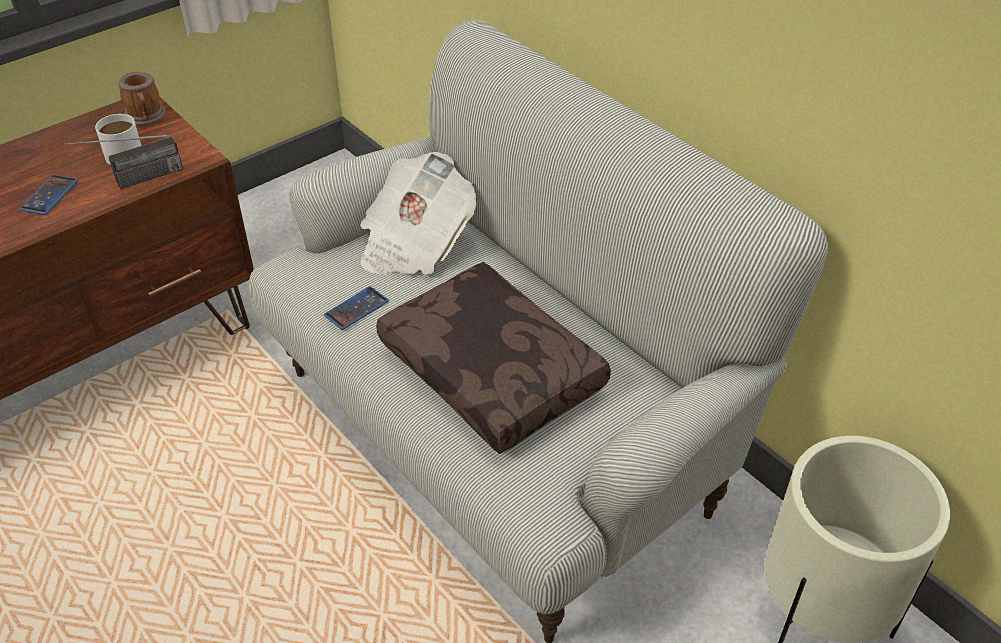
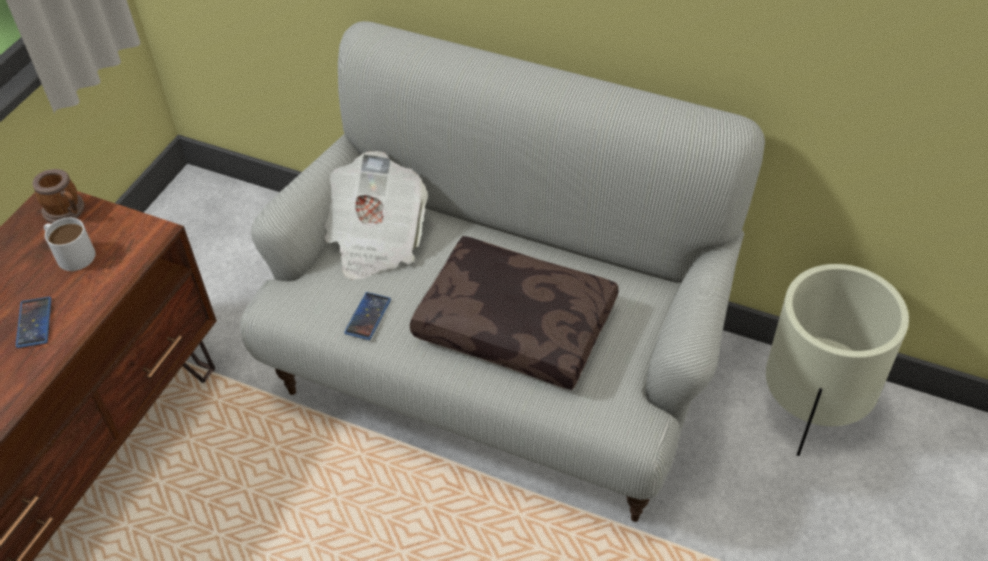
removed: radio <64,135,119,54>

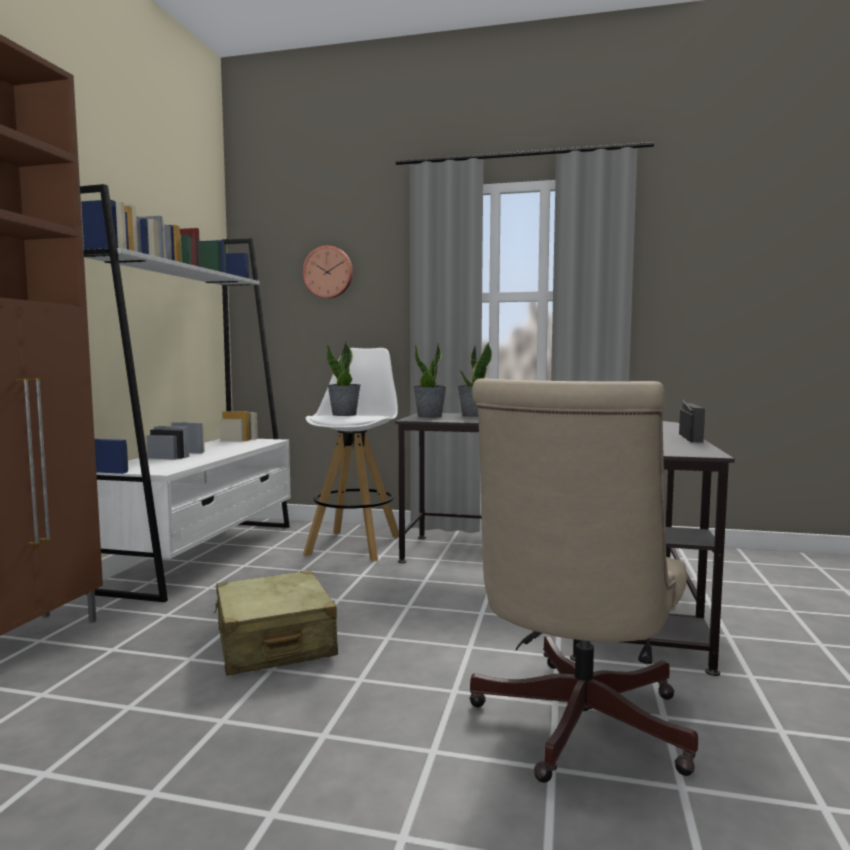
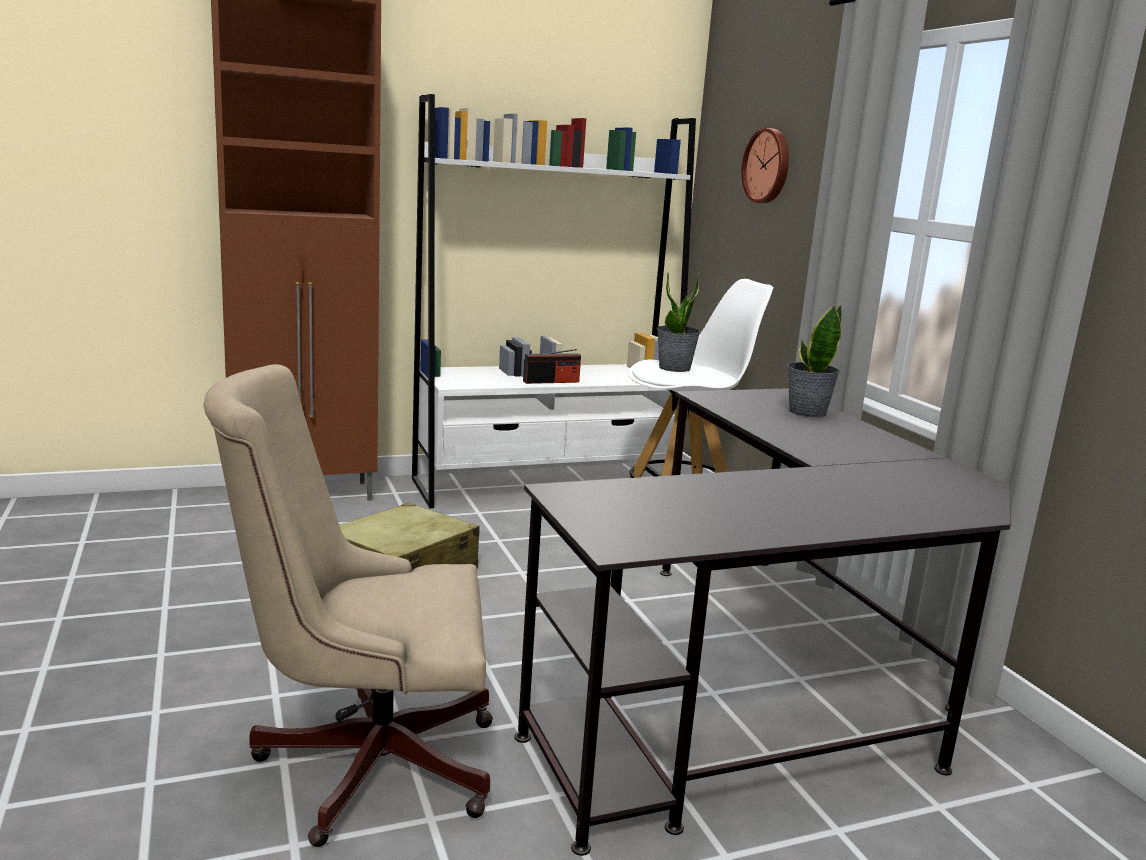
removed: planta en maceta <413,342,34,76>
moved: radio <679,398,26,45> to <523,349,58,35>

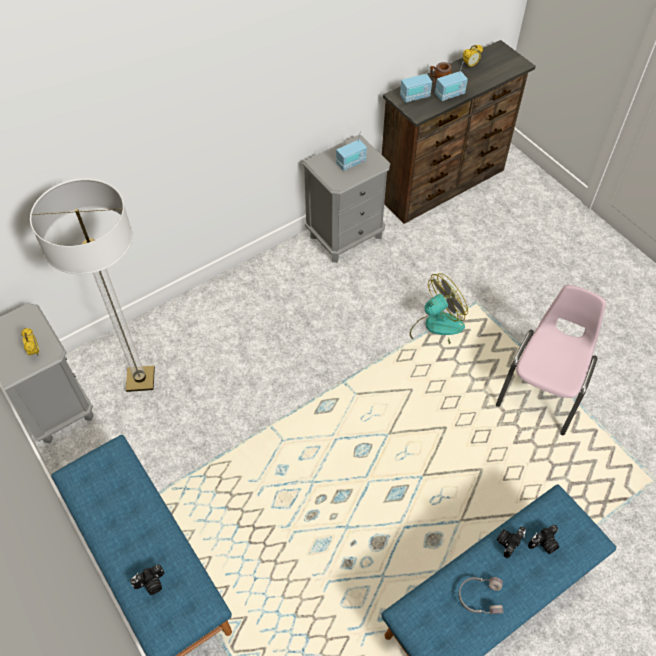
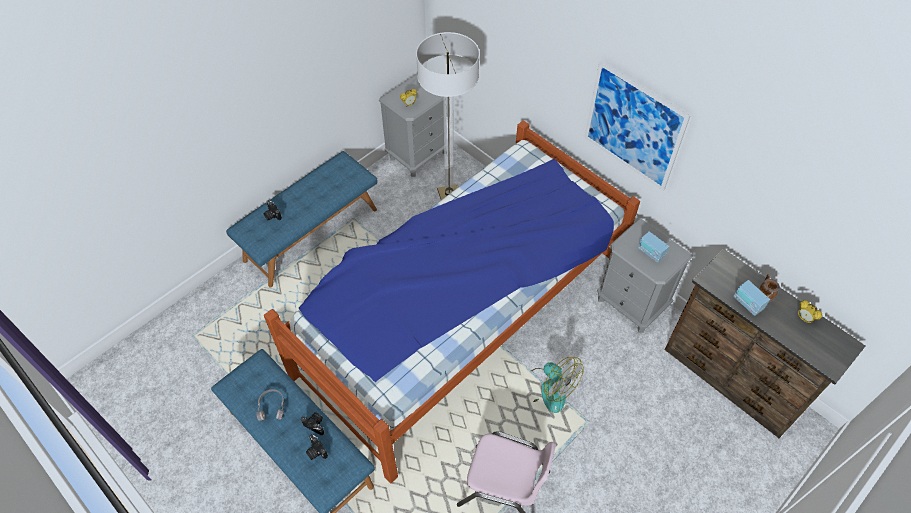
removed: radio <400,64,32,39>
added: cama <264,120,376,363>; cuadro <584,61,107,130>

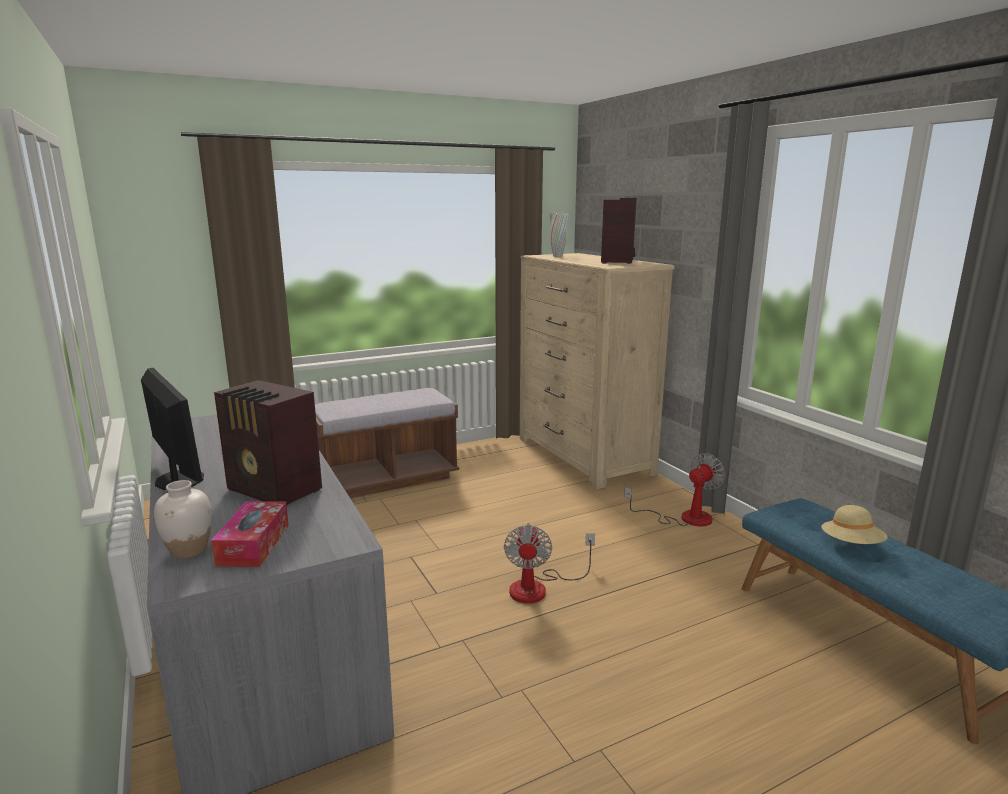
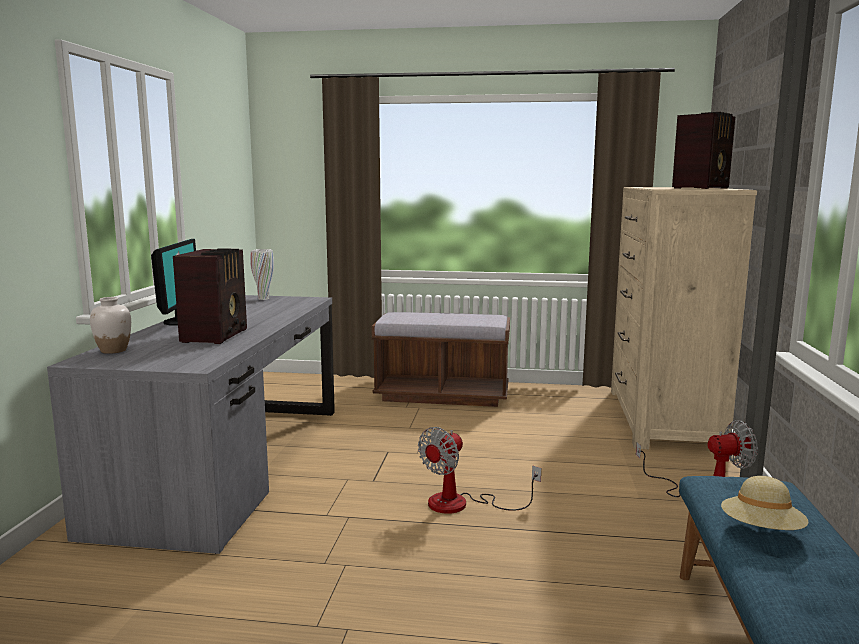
removed: caja de pañuelos <211,501,78,66>
moved: florero (blanco) <550,213,18,44> to <250,249,24,51>
turned: radio <214,380,108,126> = <173,248,74,96> 150 degrees counterclockwise

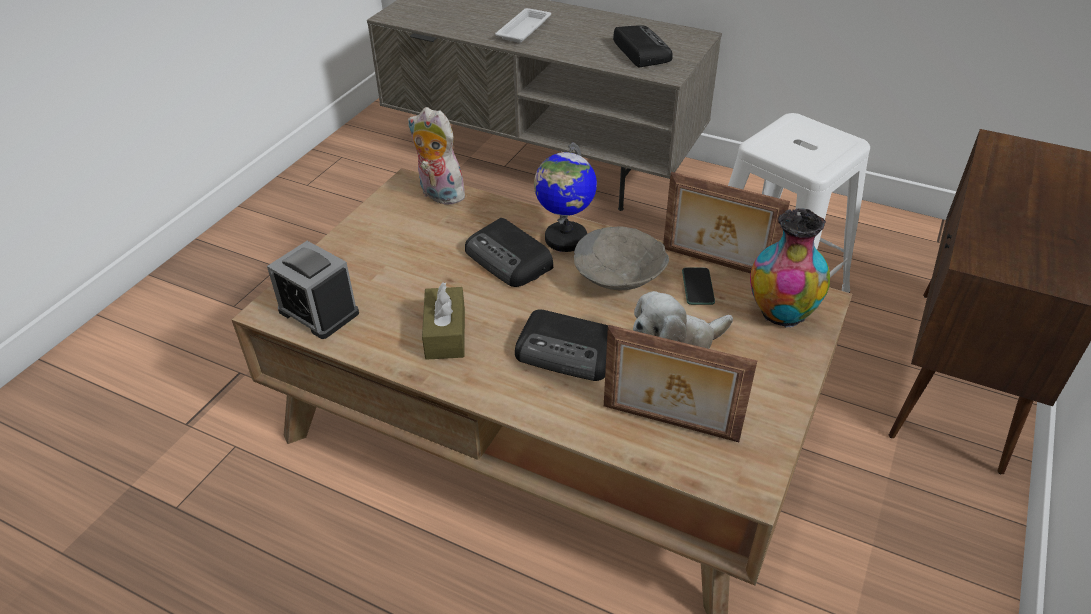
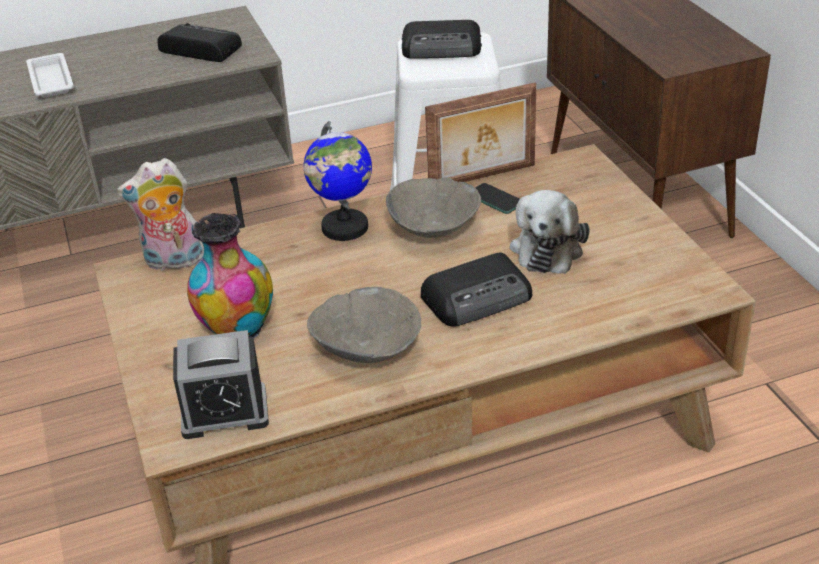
removed: portarretratos <604,325,153,117>
moved: florero <750,208,80,120> to <187,213,86,126>; radio <465,218,88,69> to <402,20,80,38>
replaced: caja de pañuelos (marrón) <422,282,43,78> to cuenco (gris) <307,287,114,76>

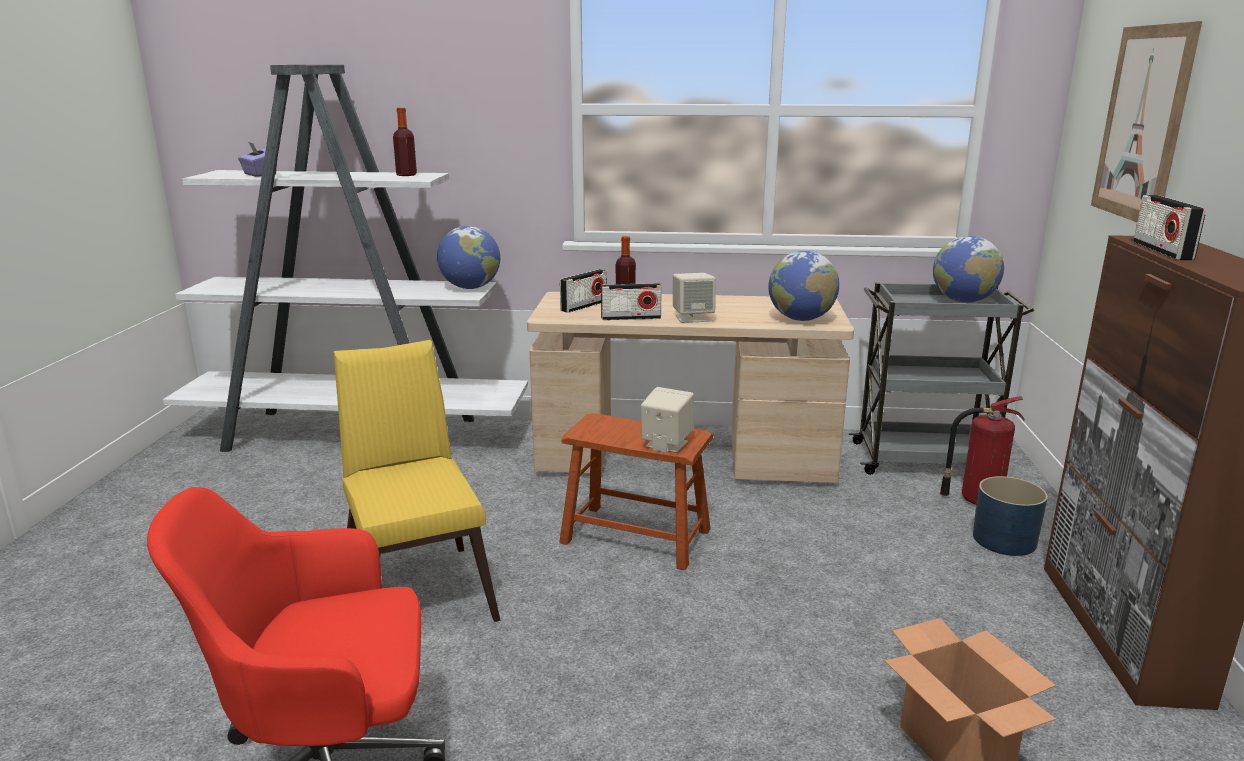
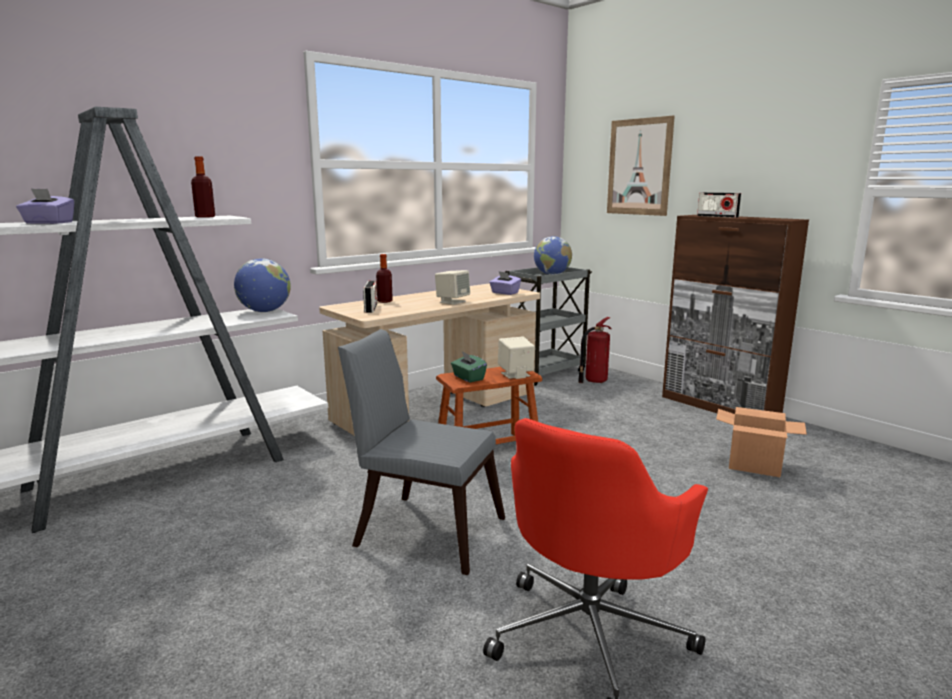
removed: radio <601,283,61,37>; maceta (azul) <973,476,75,80>
added: caja de pañuelos (verde) <451,351,36,31>
replaced: globo terráqueo <769,251,70,70> to caja de pañuelos (morado) <489,271,32,24>
recoloured: silla (amarillo) <334,340,166,282> to silla (gris) <338,329,167,246>

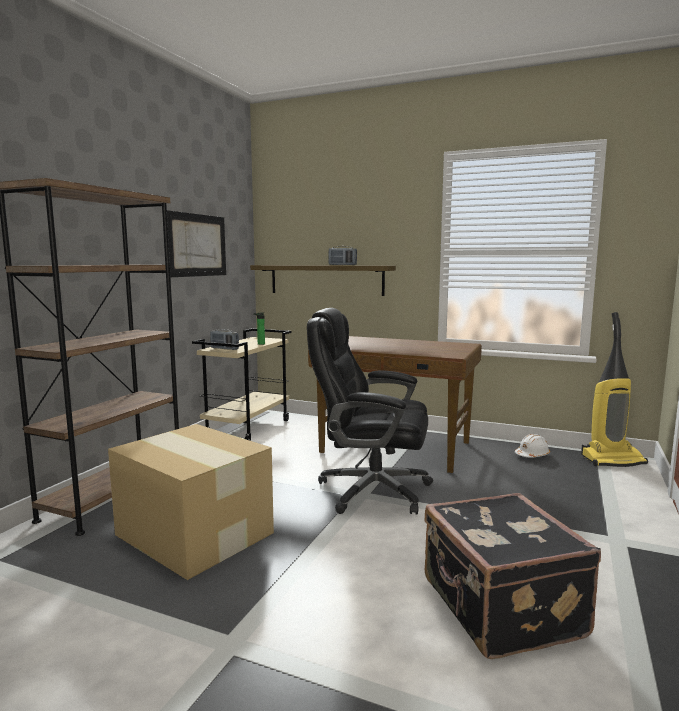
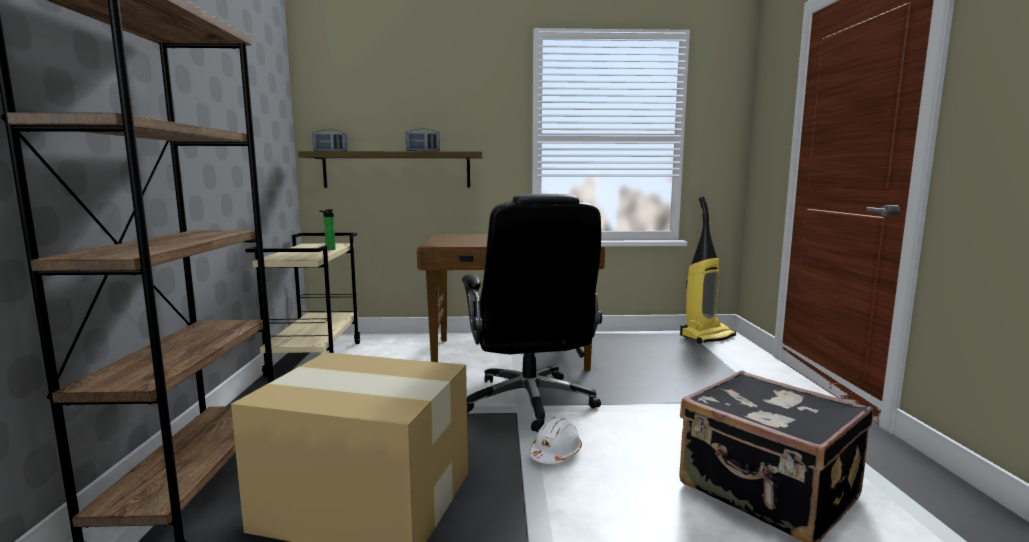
removed: cuadro <167,210,59,67>
moved: radio <210,329,29,21> to <312,129,36,22>; casco (blanco) <515,434,35,23> to <529,417,53,47>
turned: silla de oficina (negro) <307,308,126,207> = <462,194,140,239> 90 degrees counterclockwise

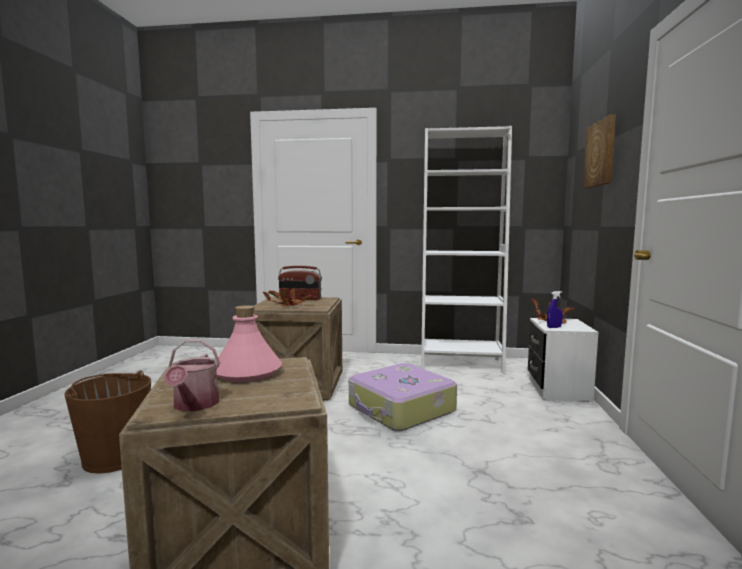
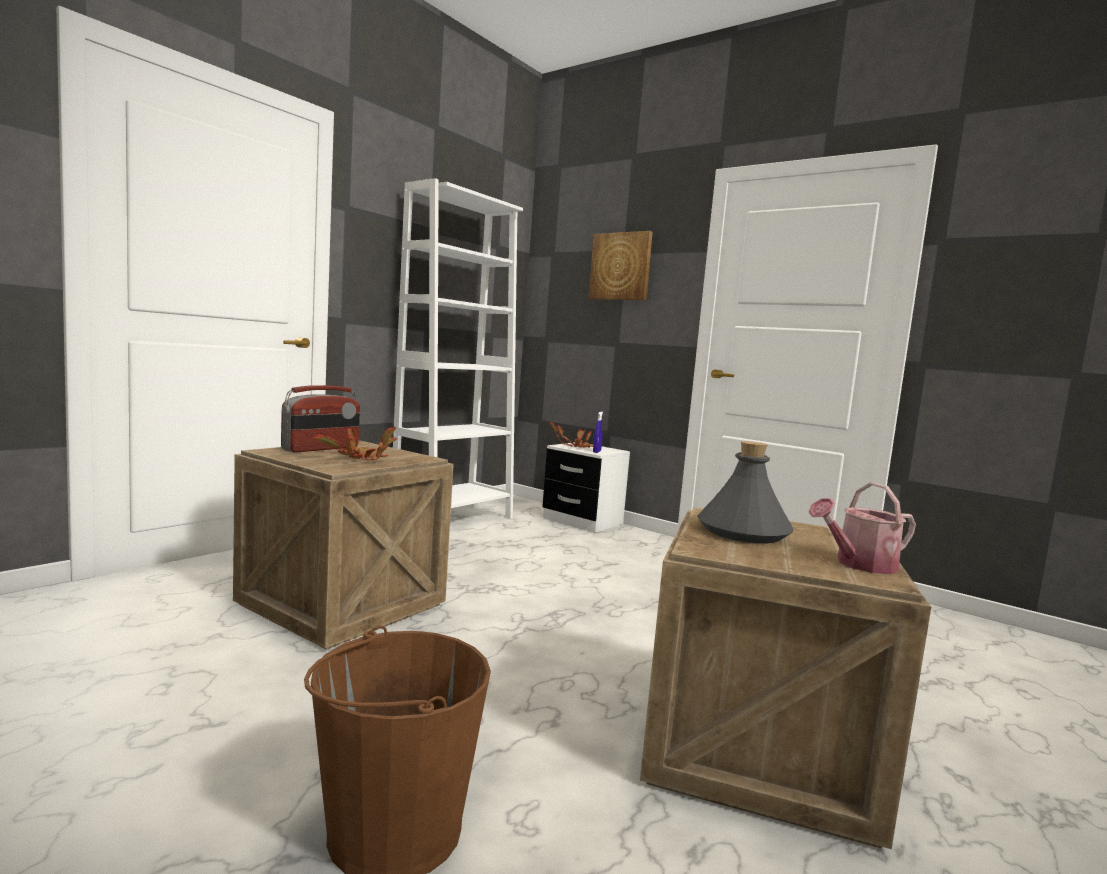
removed: maleta <349,363,108,68>
recoloured: botella (rosa) <216,305,66,77> to botella (gris) <697,441,96,102>
turned: regadera <164,339,56,72> = <809,482,107,92> 135 degrees clockwise

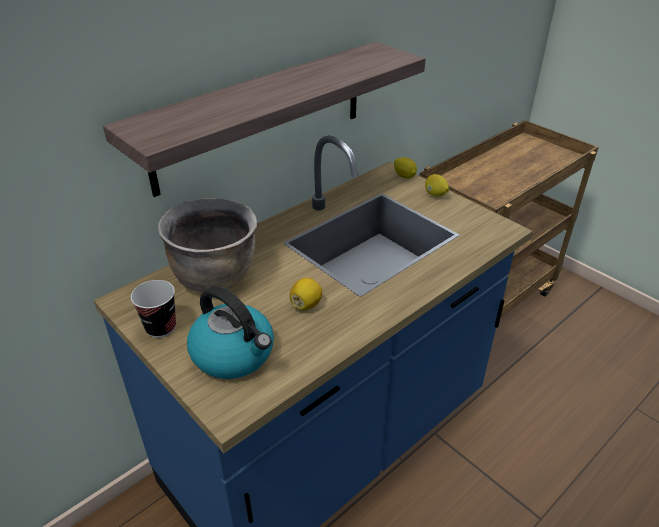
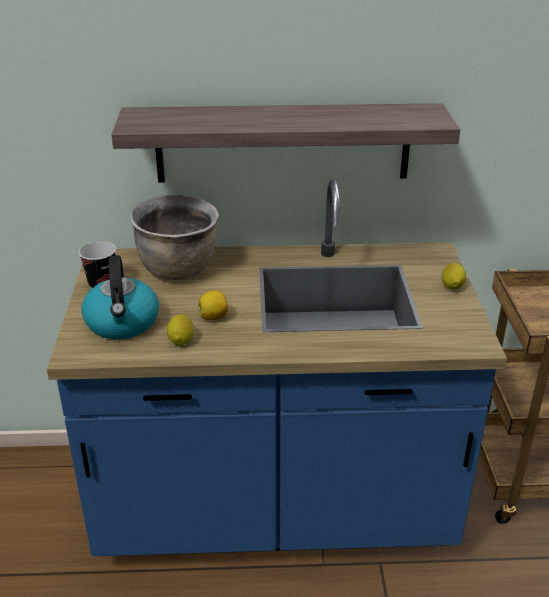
moved: limón <394,157,23,22> to <167,314,27,31>

